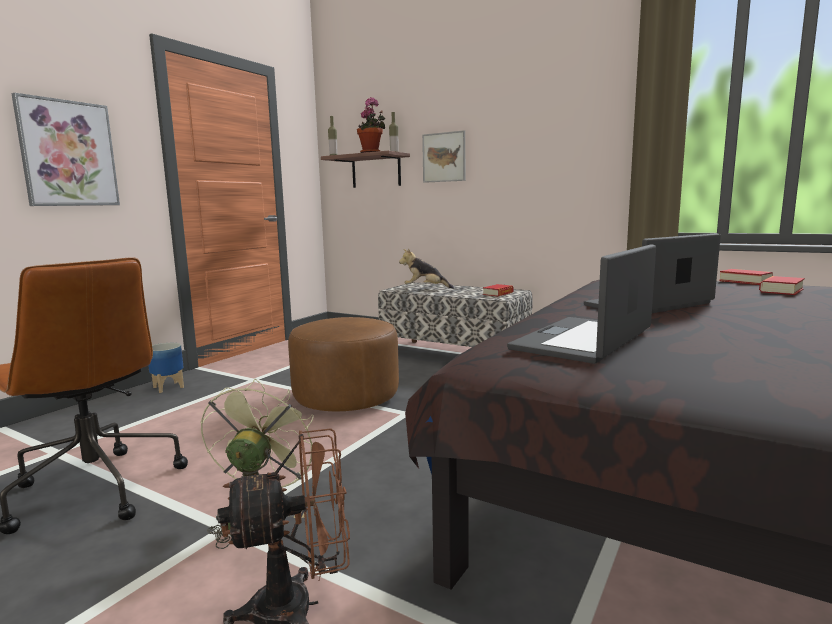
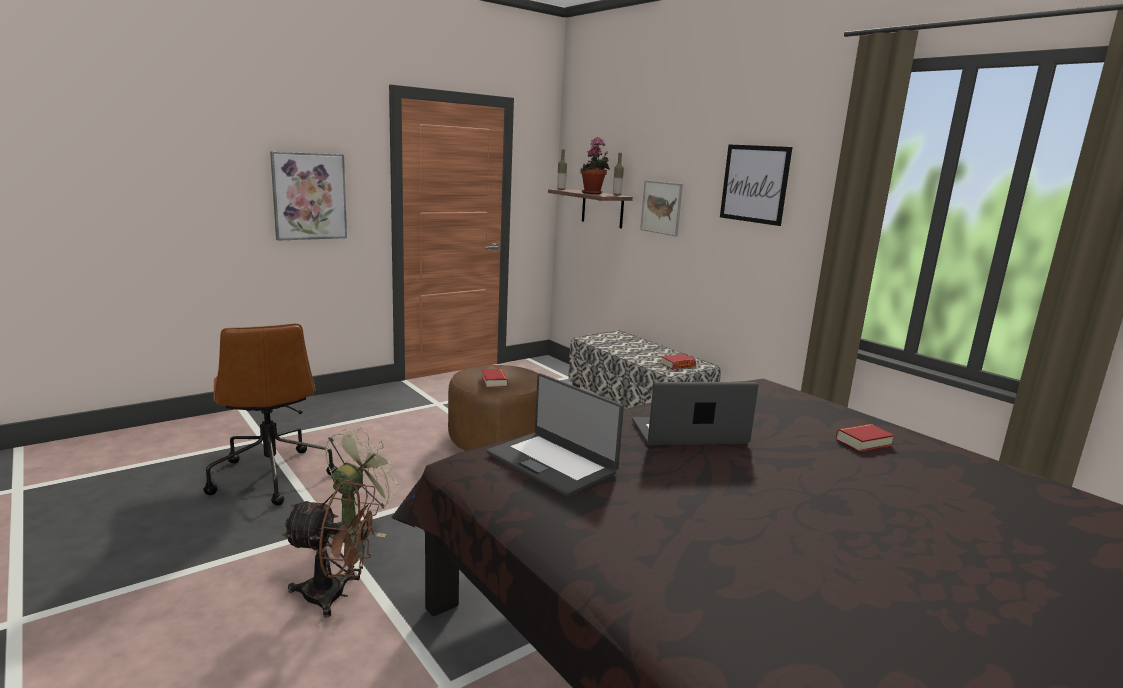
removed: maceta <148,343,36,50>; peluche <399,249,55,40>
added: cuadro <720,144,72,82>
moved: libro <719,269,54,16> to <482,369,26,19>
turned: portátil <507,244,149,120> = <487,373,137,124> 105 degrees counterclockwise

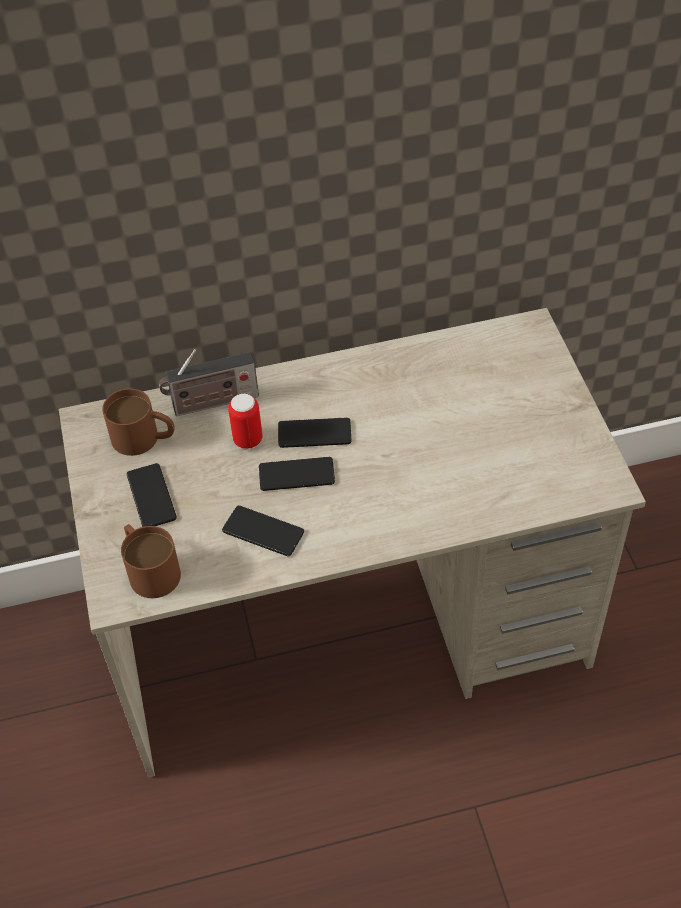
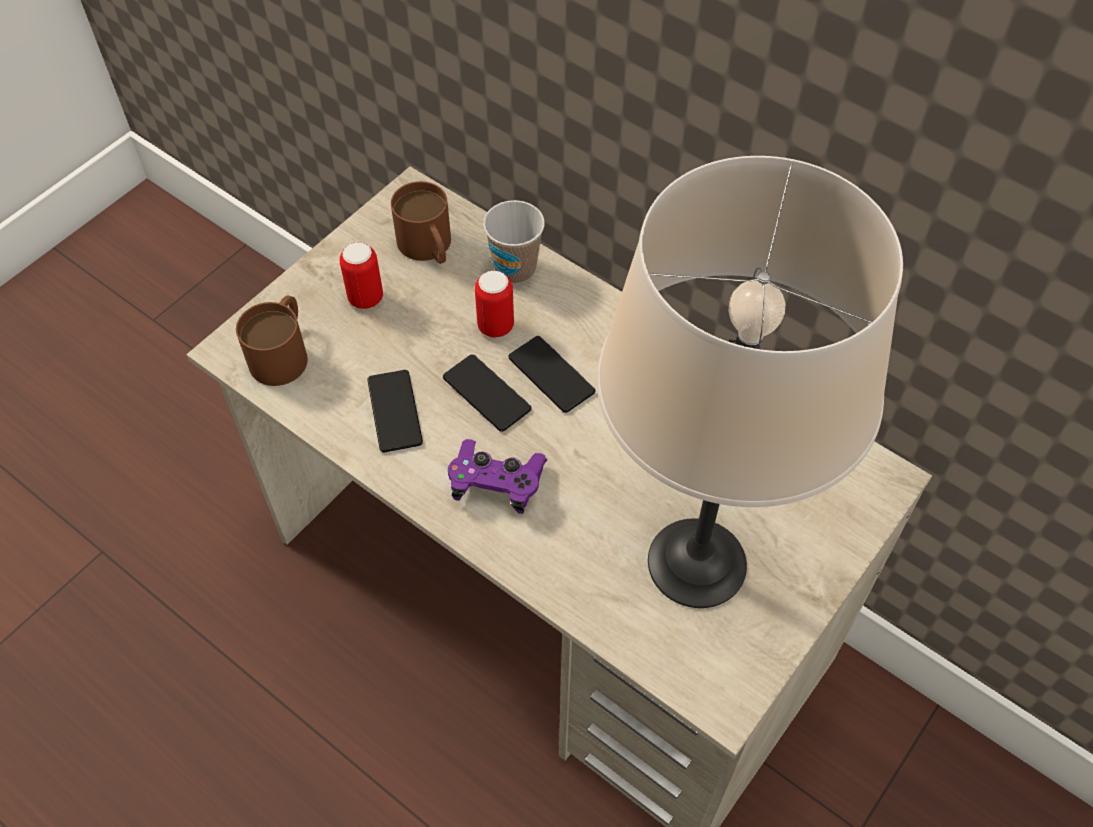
added: mando de consola (morado) <448,439,99,75>; lámpara de mesa (beis) <597,156,306,452>
replaced: móvil <127,463,50,64> to lata <340,242,43,68>; radio <159,349,100,67> to taza <483,200,62,84>

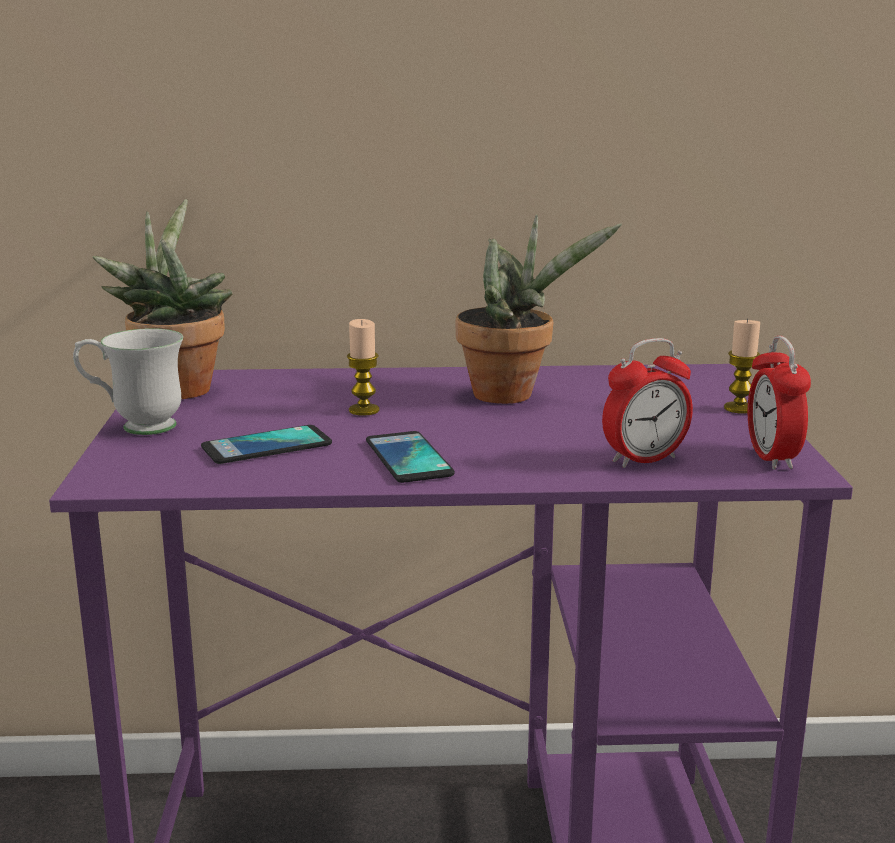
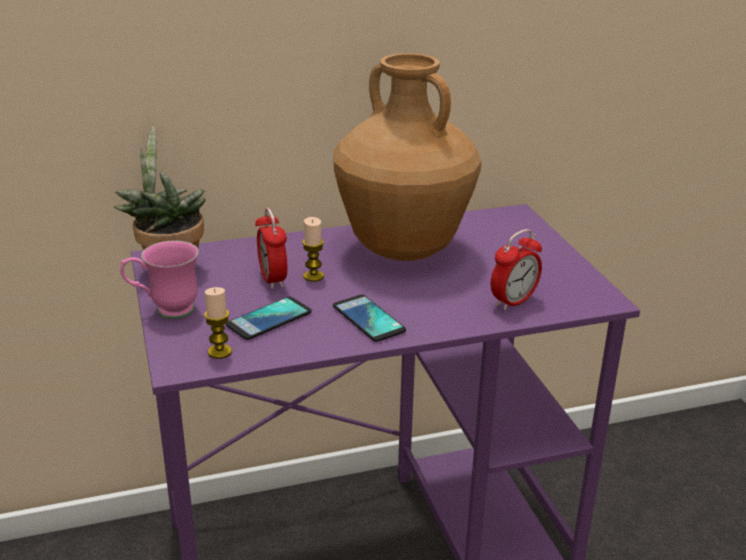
moved: vela <724,319,36,95> to <204,287,28,72>; despertador <748,336,63,134> to <255,208,32,81>
replaced: planta en maceta <456,215,166,189> to florero (marrón) <333,53,149,208>
recoloured: taza grande (blanco) <73,328,110,107> to taza grande (rosa) <120,241,79,78>

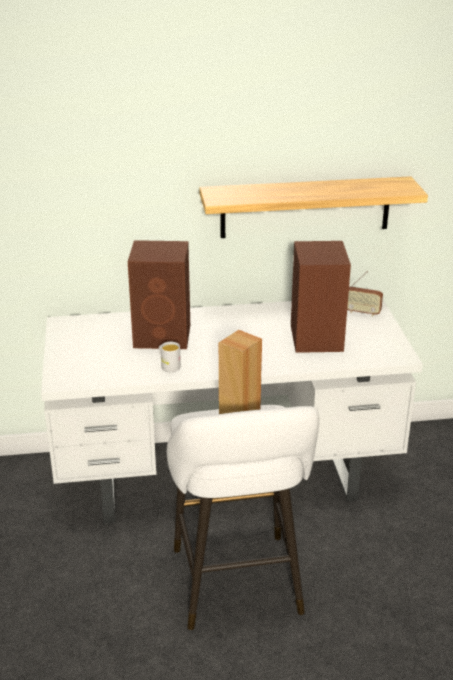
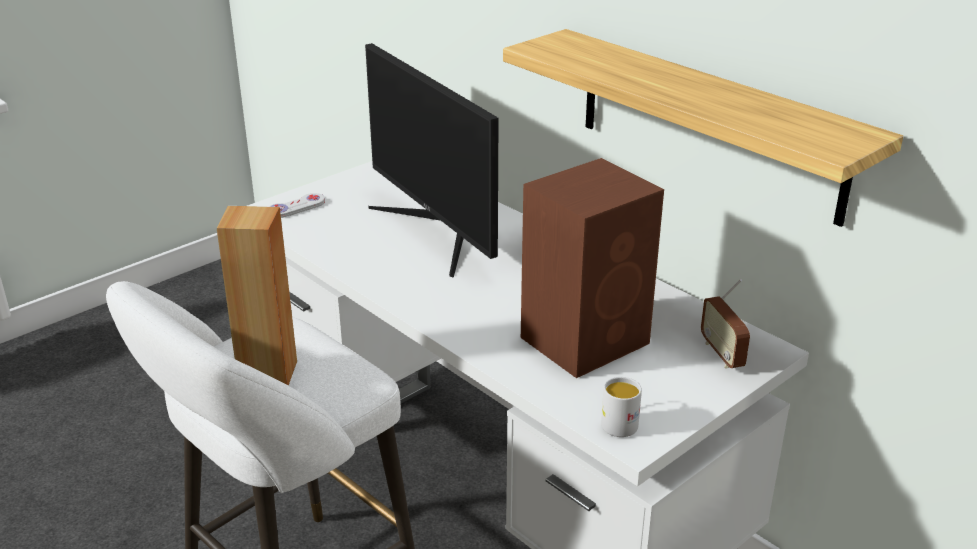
added: mando de consola (blanco) <269,193,56,25>
moved: taza grande (blanco) <159,342,22,30> to <601,377,41,60>
replaced: altavoz (marrón) <128,240,62,109> to monitor <365,43,134,235>

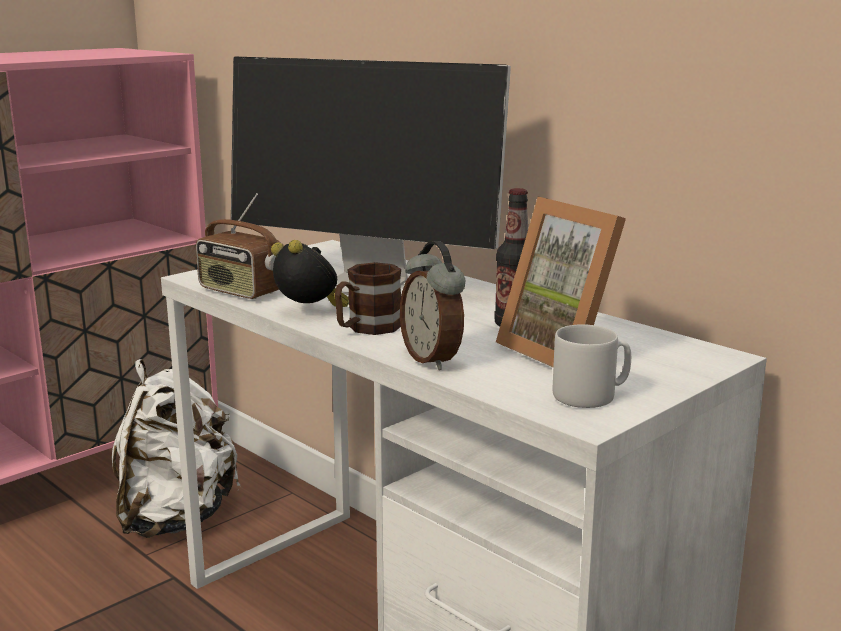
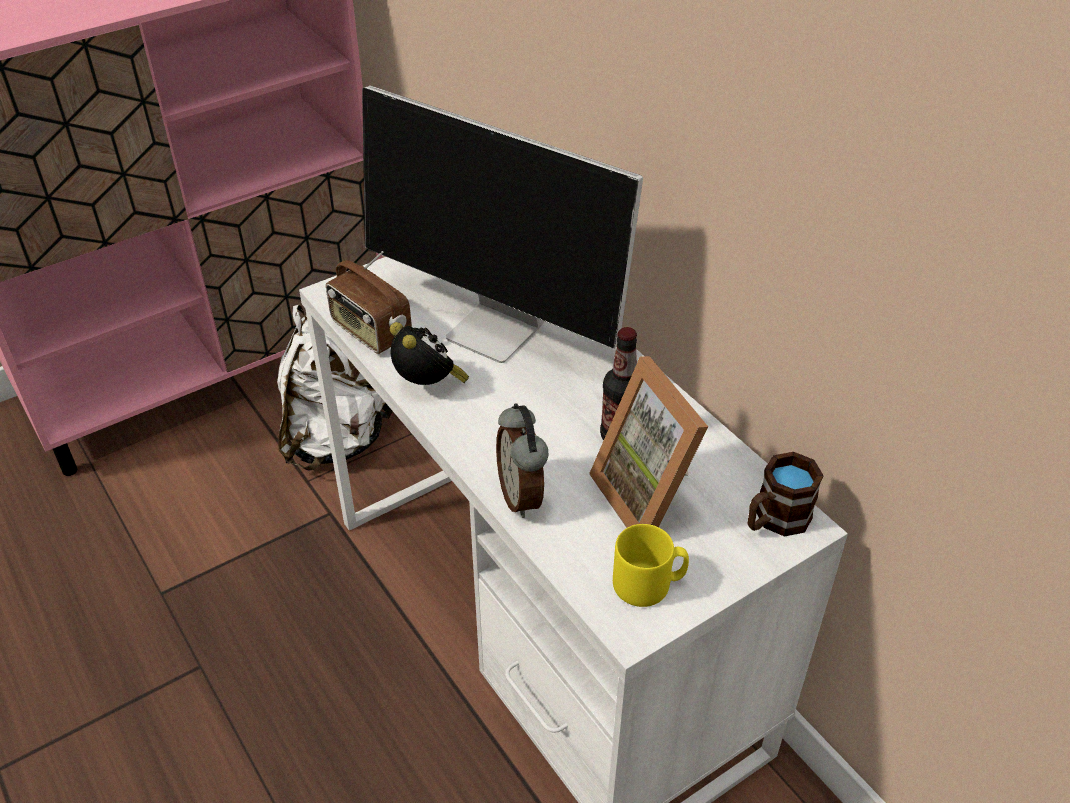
moved: taza grande (marrón) <335,262,66,73> to <748,452,76,85>
recoloured: taza grande (gris) <553,324,78,84> to taza grande (amarillo) <613,524,76,83>

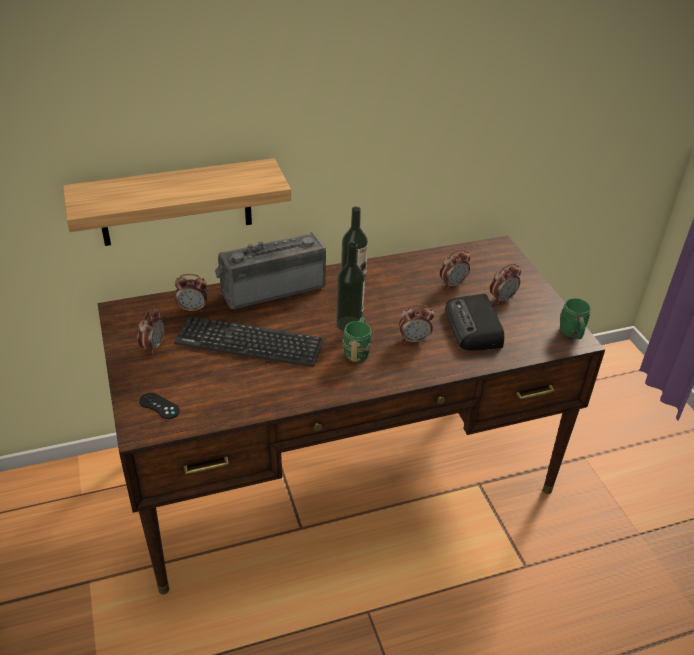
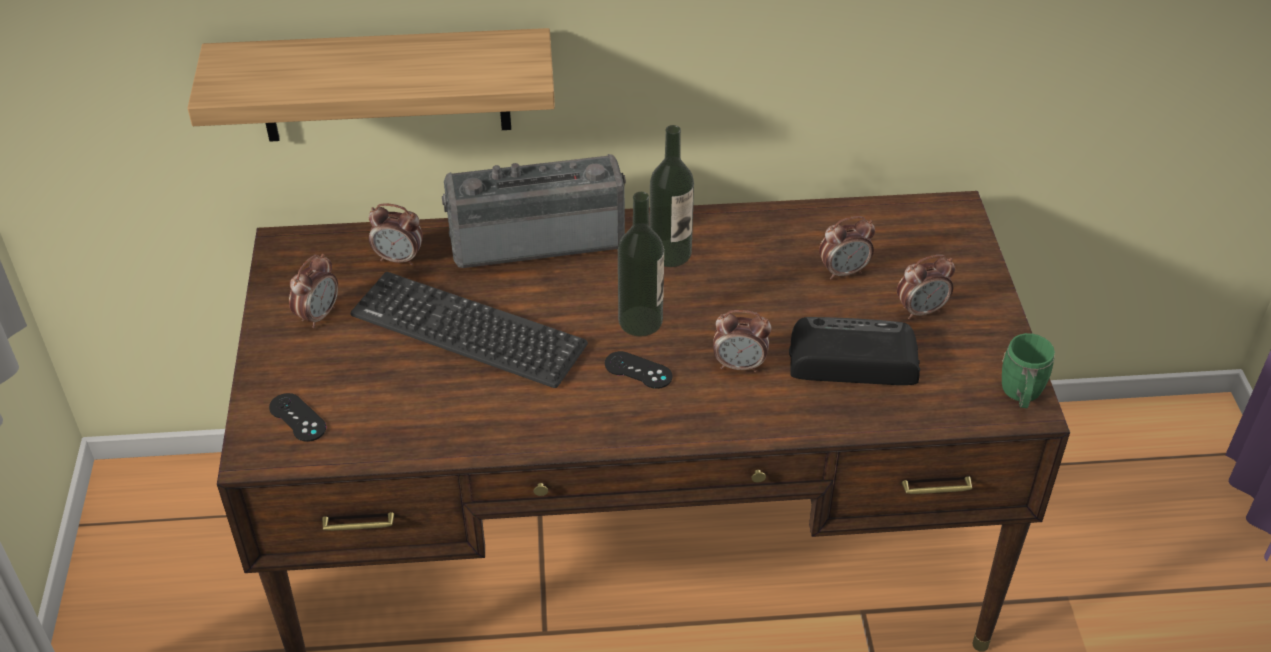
replaced: taza grande (verde) <342,317,30,45> to mando de consola (negro) <605,351,68,38>
turned: radio <445,294,59,56> = <789,317,131,68> 90 degrees clockwise

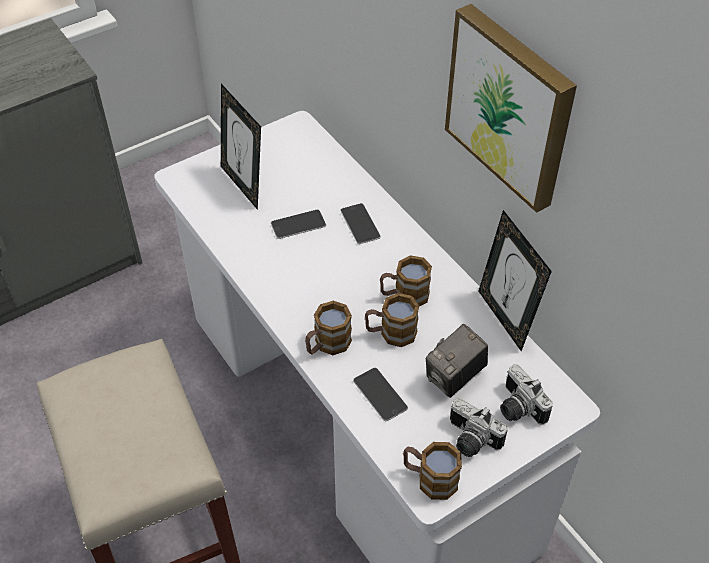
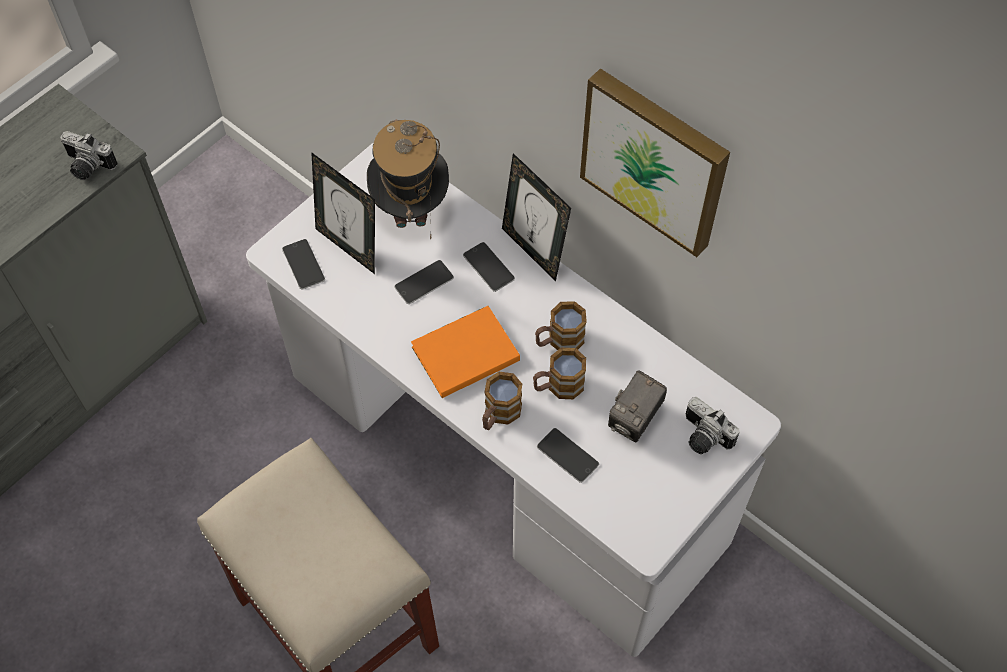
removed: taza grande <403,442,59,58>
added: móvil <282,239,43,50>; sombrero <367,119,82,121>; libro (naranja) <411,306,109,92>
moved: cámara <450,398,58,59> to <60,131,57,49>; portarretratos <479,210,73,141> to <502,153,69,128>

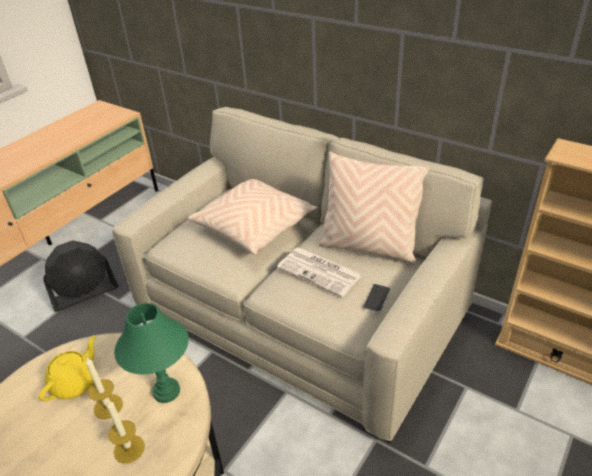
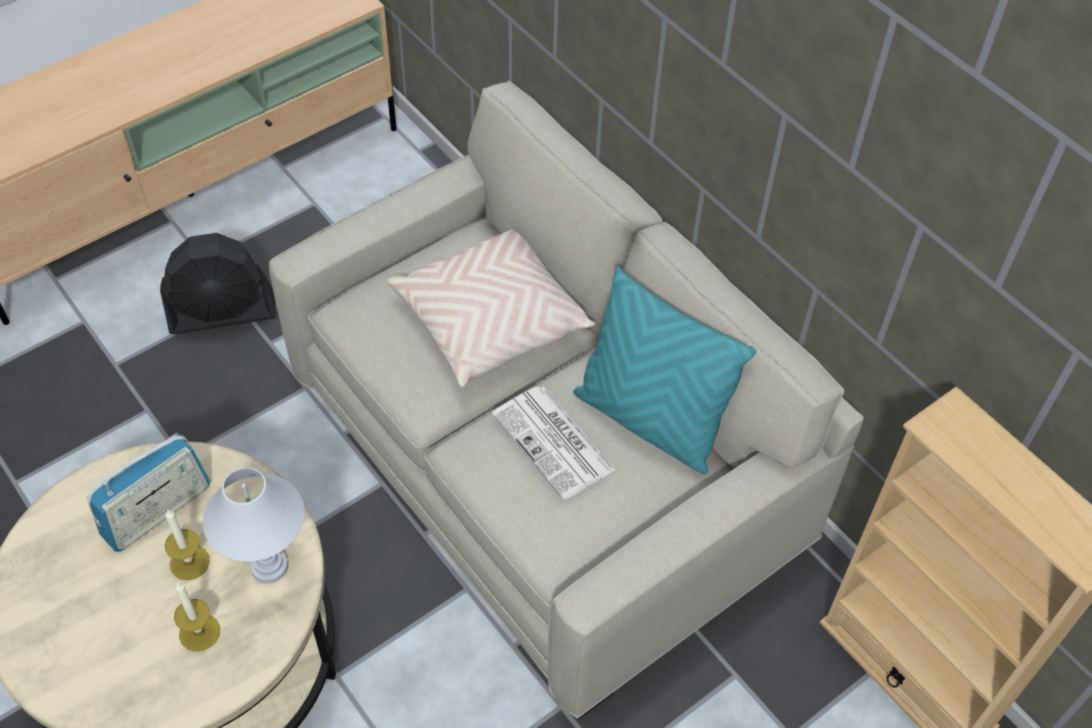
removed: móvil <363,284,27,28>
replaced: tetera (amarillo) <38,336,58,65> to radio <87,433,123,119>
recoloured: lámpara de mesa (verde) <114,303,75,100> to lámpara de mesa (blanco) <203,467,102,117>; cojín (beis) <319,151,111,111> to cojín (turquesa) <573,267,184,208>

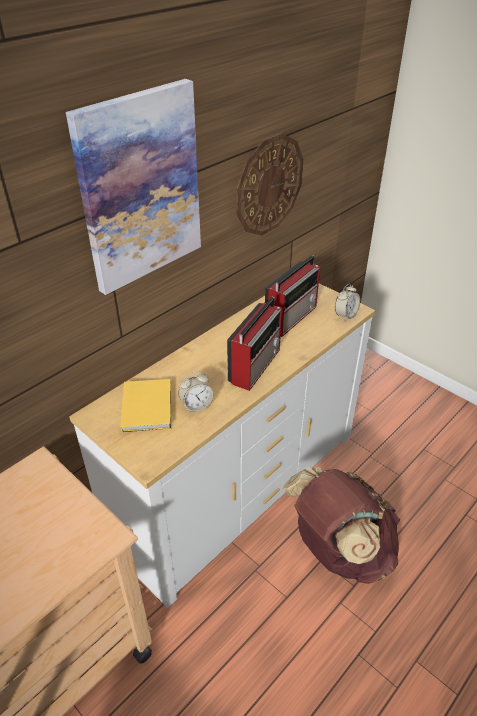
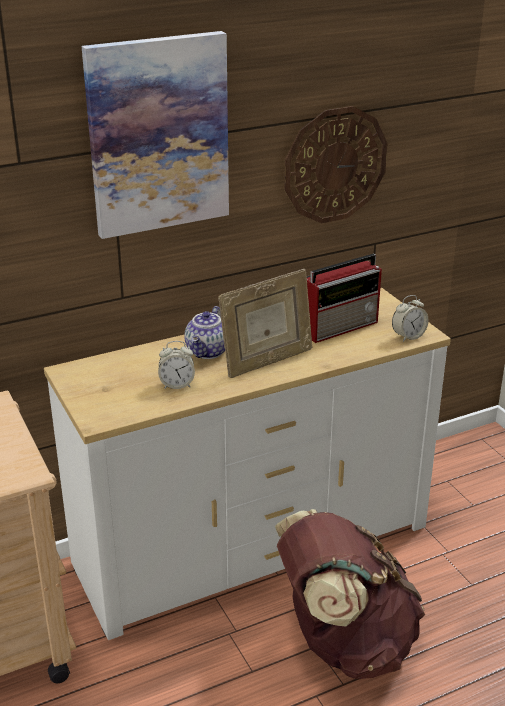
removed: libro (amarillo) <120,379,51,53>
added: tetera <185,306,40,53>
replaced: radio <227,297,55,94> to portarretratos <218,269,95,109>

